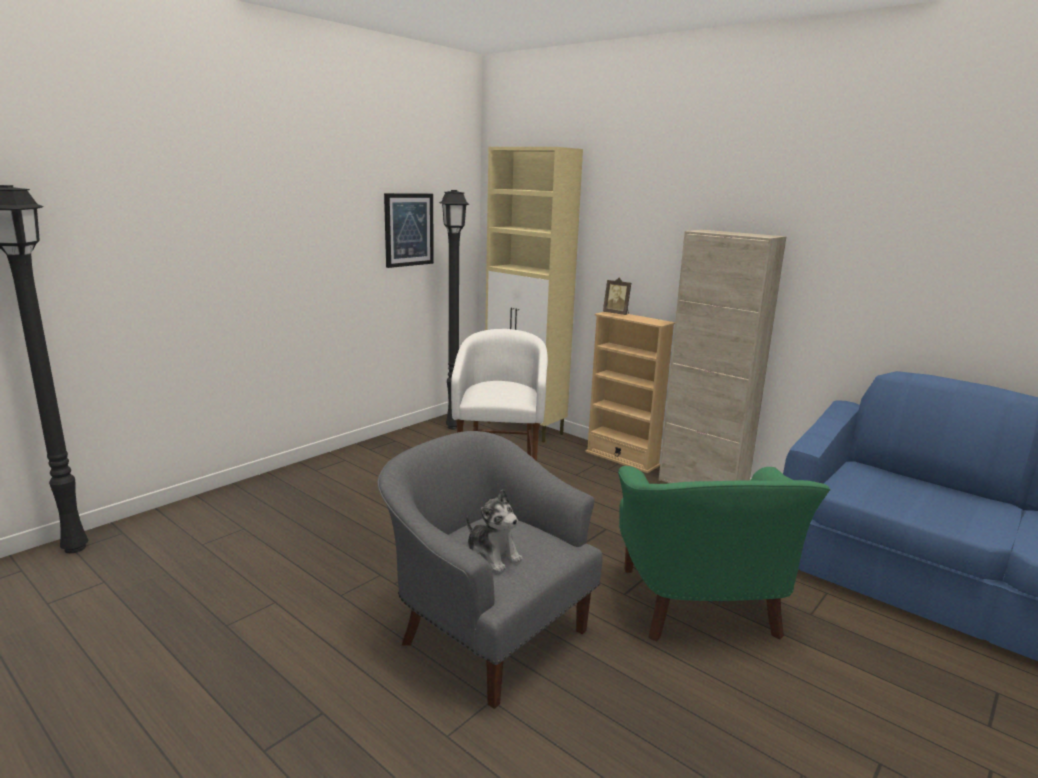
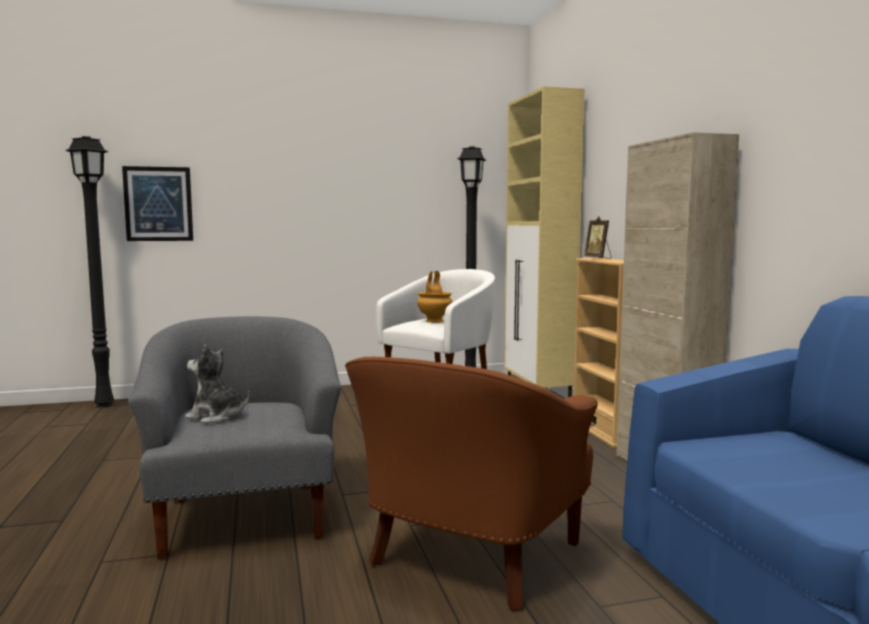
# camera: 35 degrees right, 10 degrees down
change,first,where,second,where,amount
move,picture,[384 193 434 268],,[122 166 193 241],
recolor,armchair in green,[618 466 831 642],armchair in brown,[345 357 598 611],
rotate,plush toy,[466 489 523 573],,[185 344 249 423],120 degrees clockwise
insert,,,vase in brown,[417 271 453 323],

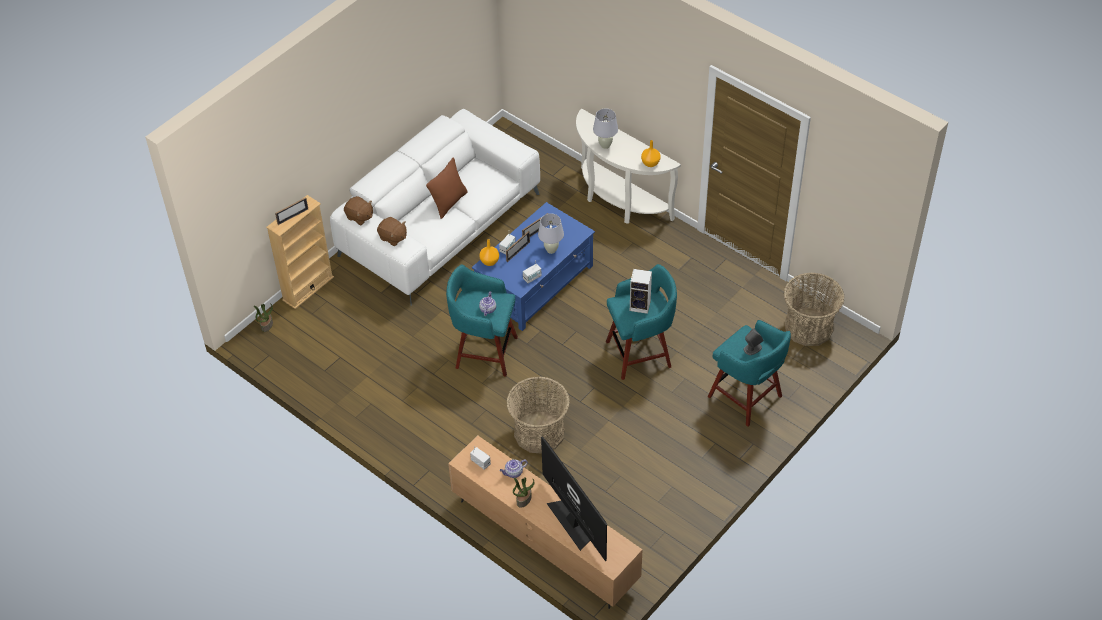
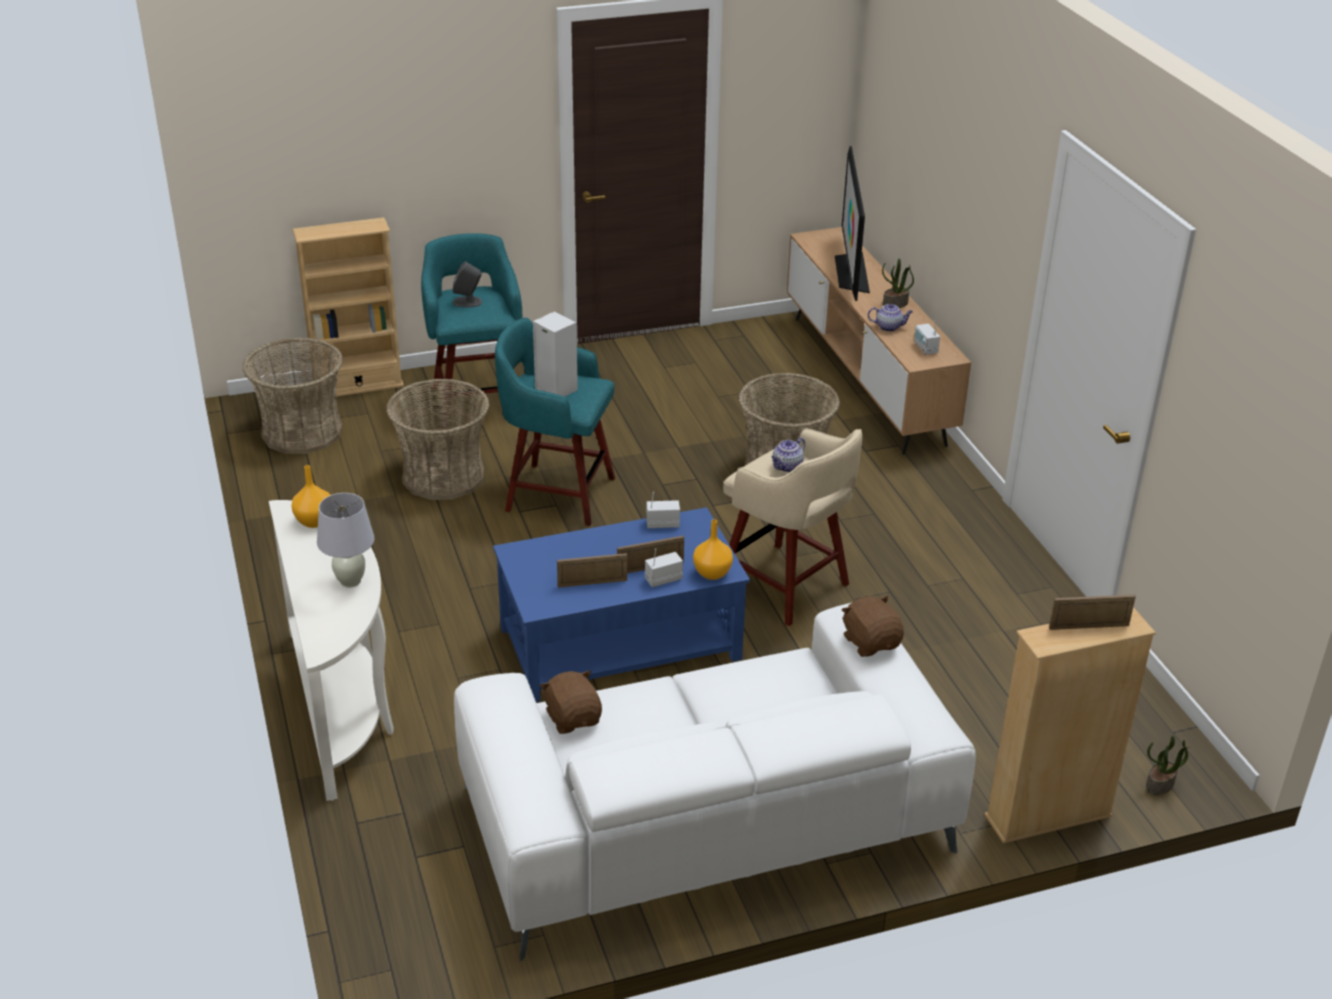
# camera: 150 degrees left, 15 degrees down
change,first,where,second,where,amount
delete,pillow in brown,[426 157 468 219],,,
move,plush toy in brown,[344 196 373 225],,[540 670 602 734],
delete,table lamp in white,[538 214 564 254],,,
recolor,stool in turquoise,[446 264 518 377],stool in beige,[723 428 862 626],
insert,,,bookcase in beige,[292 217 404 400],
insert,,,basket,[386 379 490 500],

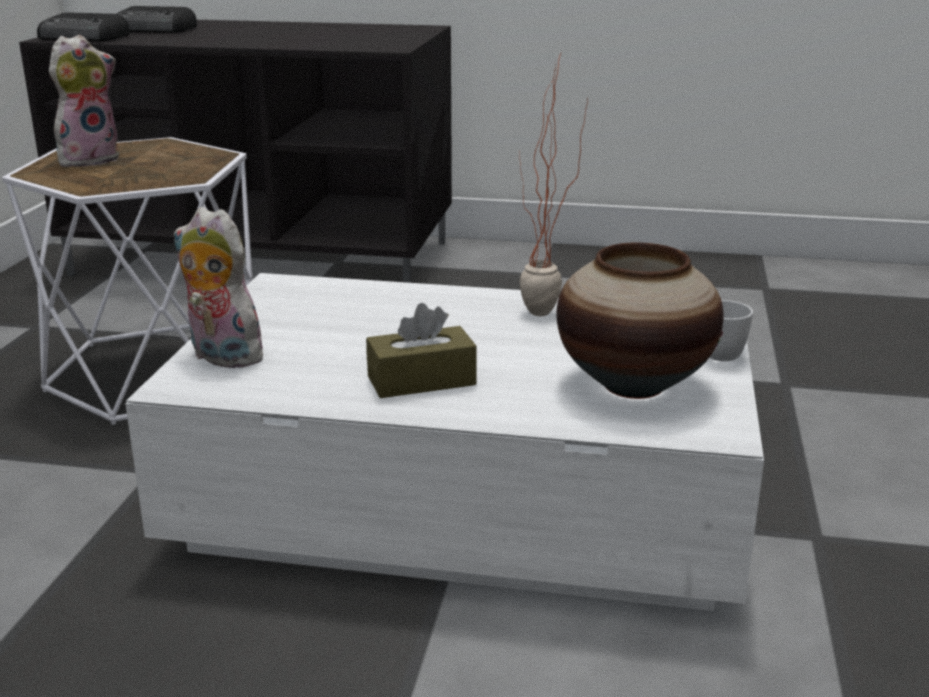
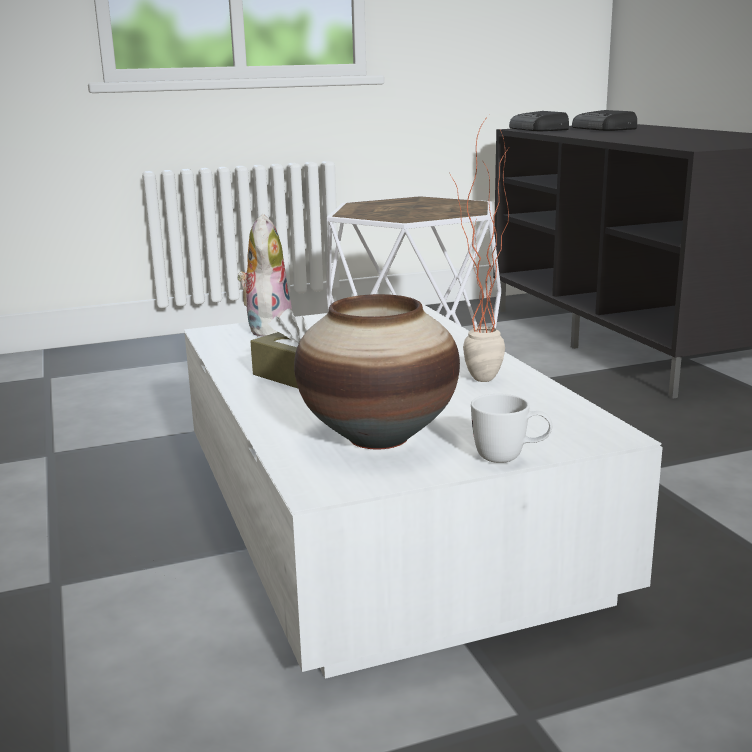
# camera: 60 degrees right, 5 degrees down
change,first,where,second,where,amount
delete,plush toy,[49 35 119 167],,,

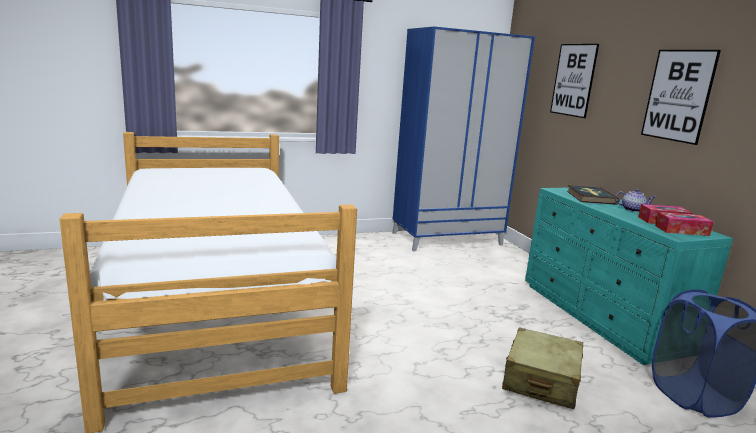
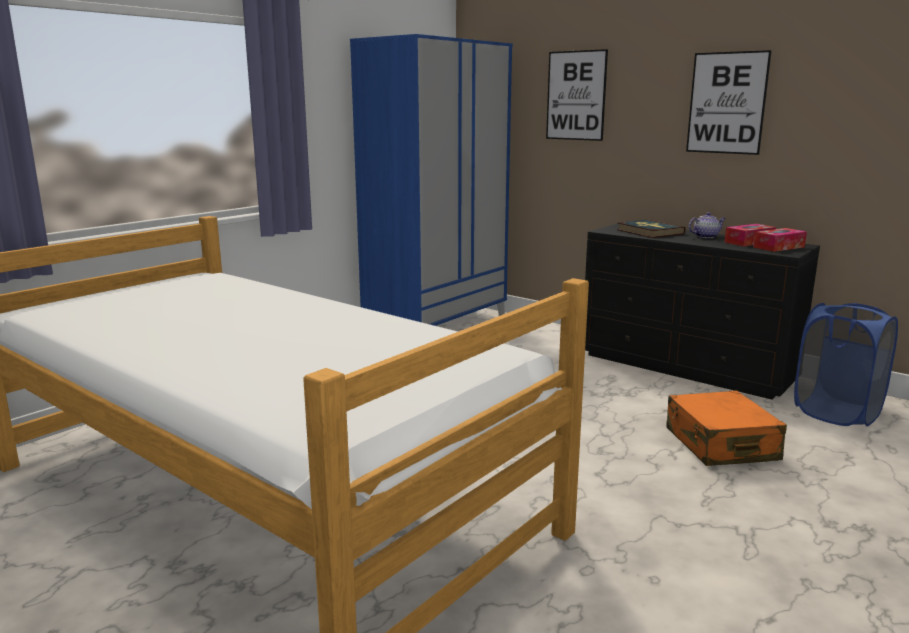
# camera: 30 degrees left, 0 degrees up
change,first,where,second,where,amount
recolor,dresser in turquoise,[525 187 733 365],dresser in black,[585 223 820 400],
recolor,suitcase in beige,[502 327 583 409],suitcase in orange,[666 391 787 466],

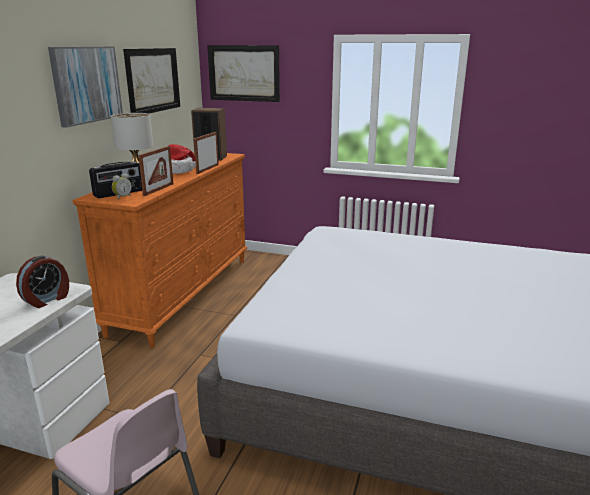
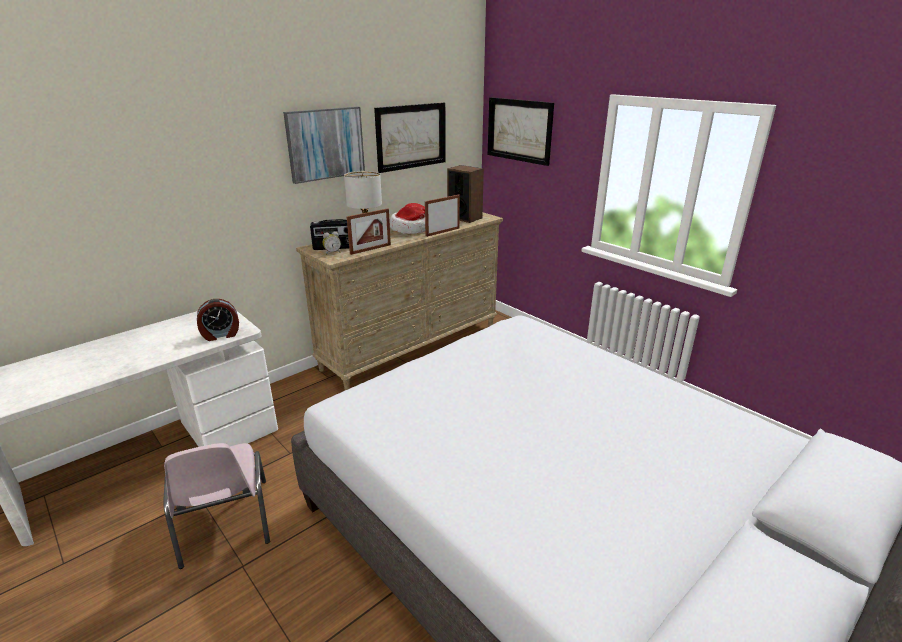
# camera: 30 degrees right, 5 degrees up
change,first,where,second,where,amount
recolor,dresser in orange,[73 153 247 348],dresser in beige,[296 212 503 390],

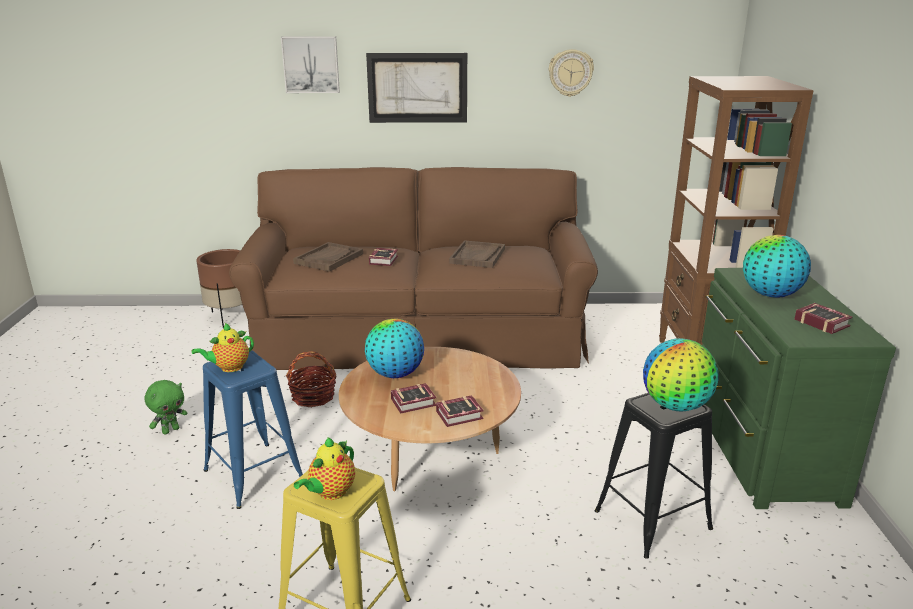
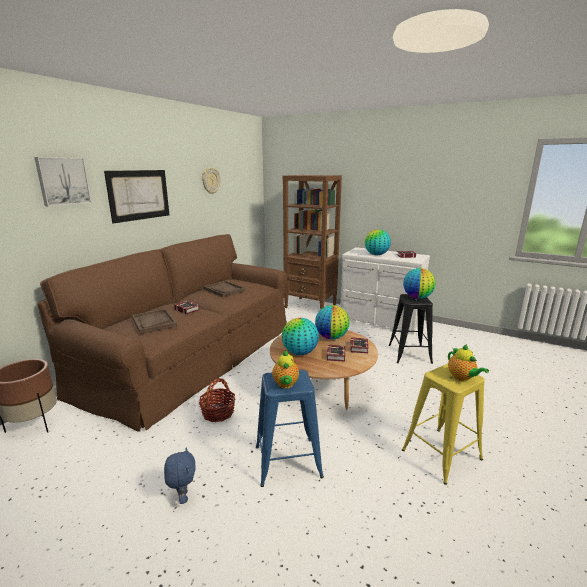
# camera: 60 degrees left, 5 degrees down
change,first,where,second,where,amount
recolor,dresser in green,[702 268 896 509],dresser in white,[340 247 430 335],
recolor,plush toy in green,[144 380 188 435],plush toy in blue,[164 448 196 504],
insert,,,globe,[315 305 350 340],

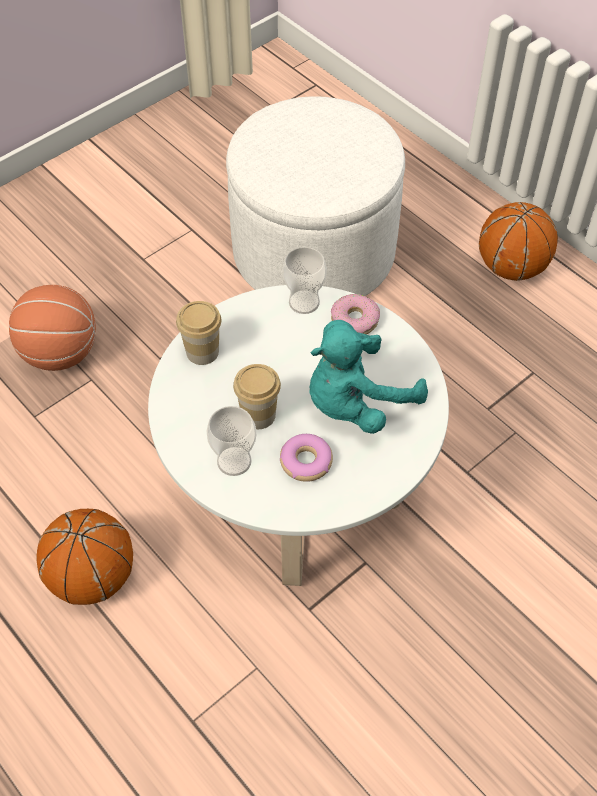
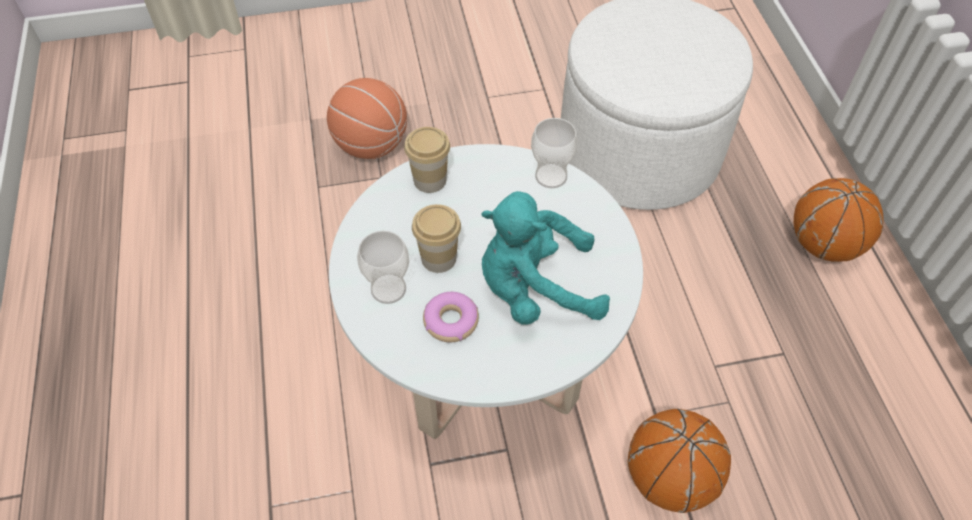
# camera: 30 degrees right, 0 degrees up
change,first,where,second,where,amount
delete,donut,[331 294 380 334],,,
move,basketball,[36 509 133 605],,[628 409 731 513],

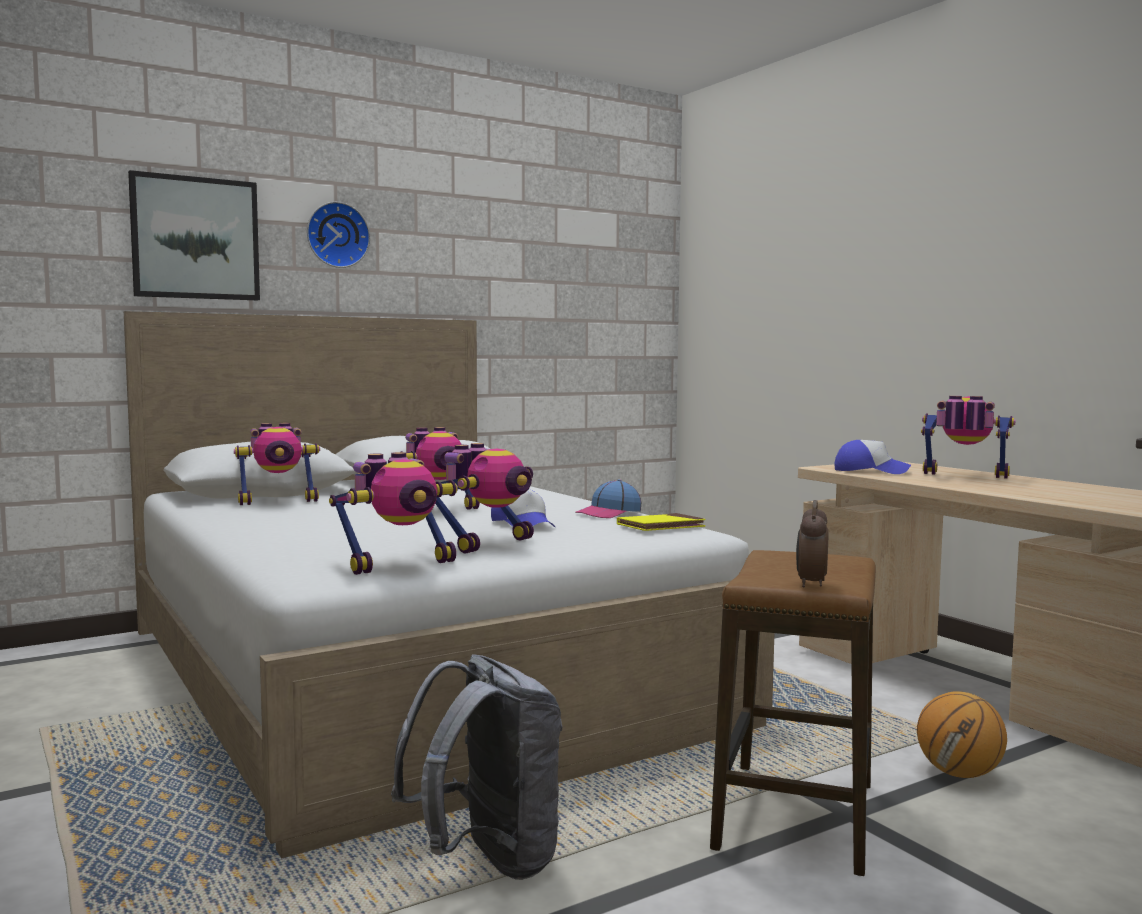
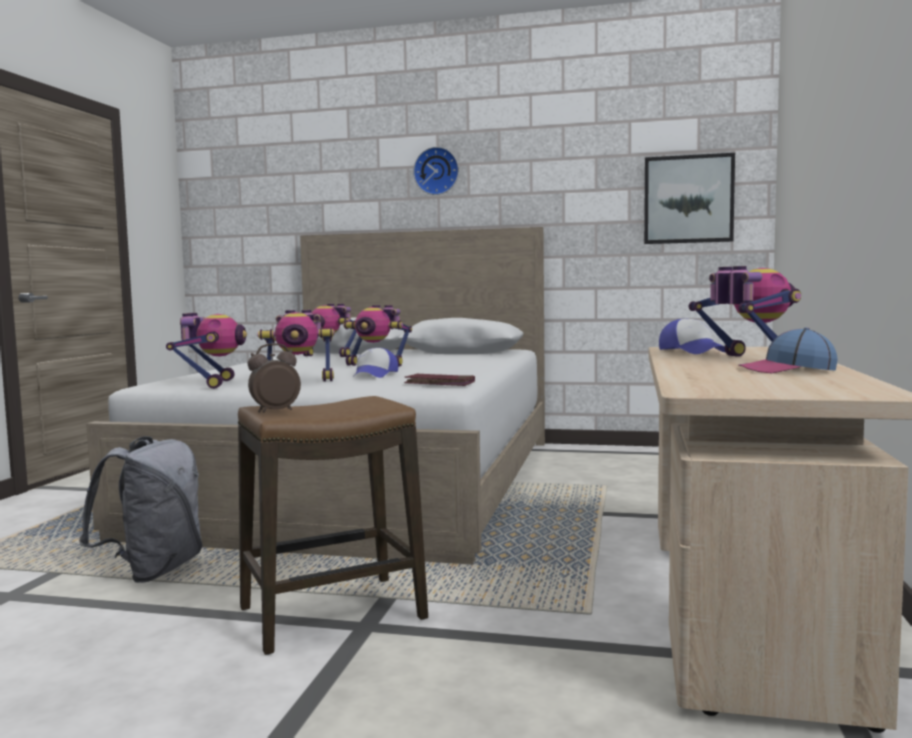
# camera: 45 degrees right, 0 degrees up
change,first,where,second,where,amount
move,picture,[128 170 260 300],,[644 153 735 244],
rotate,toy robot,[329 452 458 575],,[166 313 247 389],105 degrees counterclockwise
move,cap,[575 479 641 518],,[738 328 838 373],
recolor,book in yellow,[617 513 706 531],book in red,[404 374 475 386],
delete,basketball,[917 691 1007 778],,,

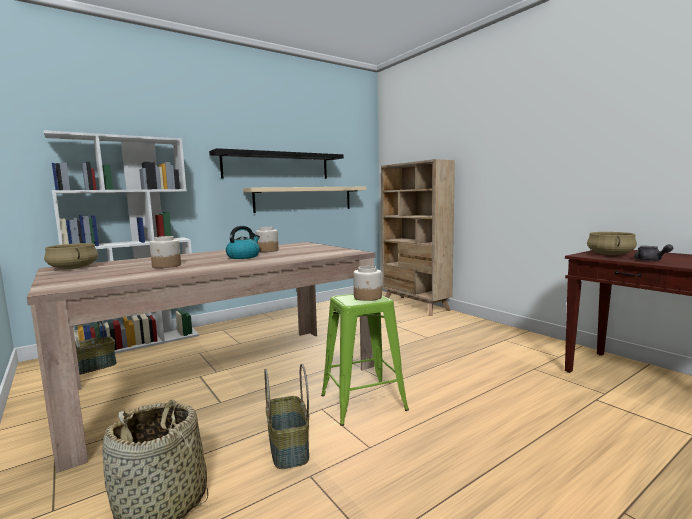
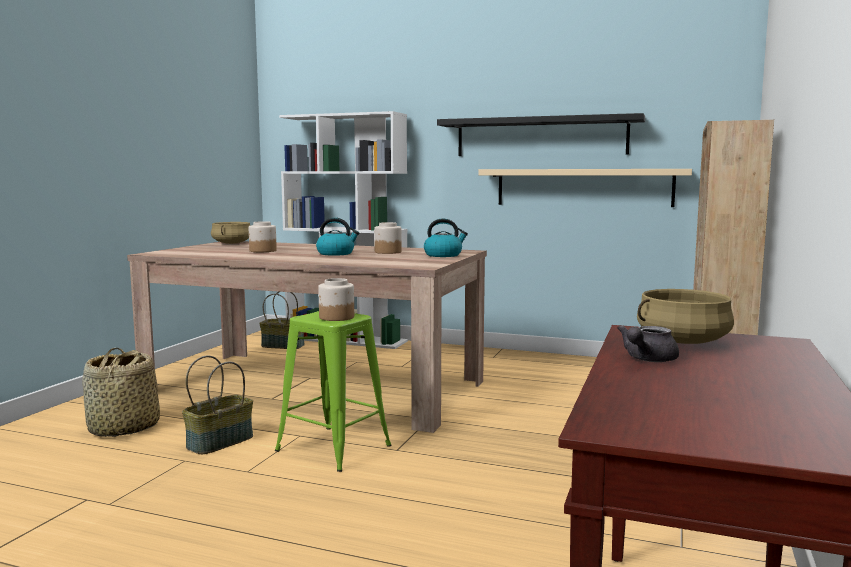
# camera: 55 degrees right, 0 degrees up
change,first,where,second,where,amount
insert,,,kettle,[424 219 468 257],

